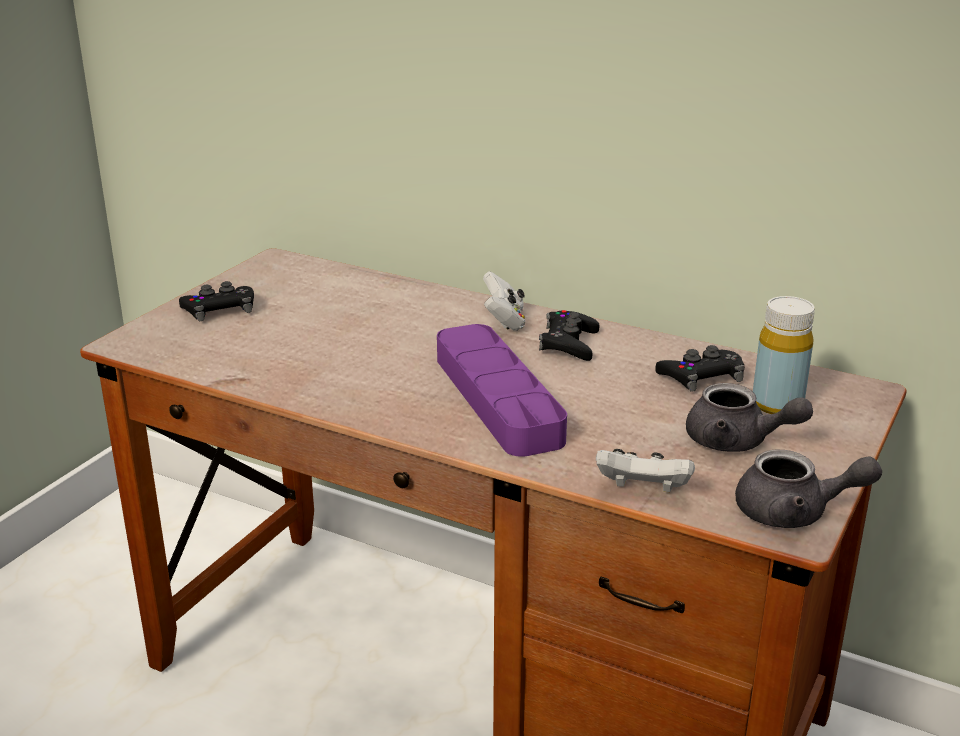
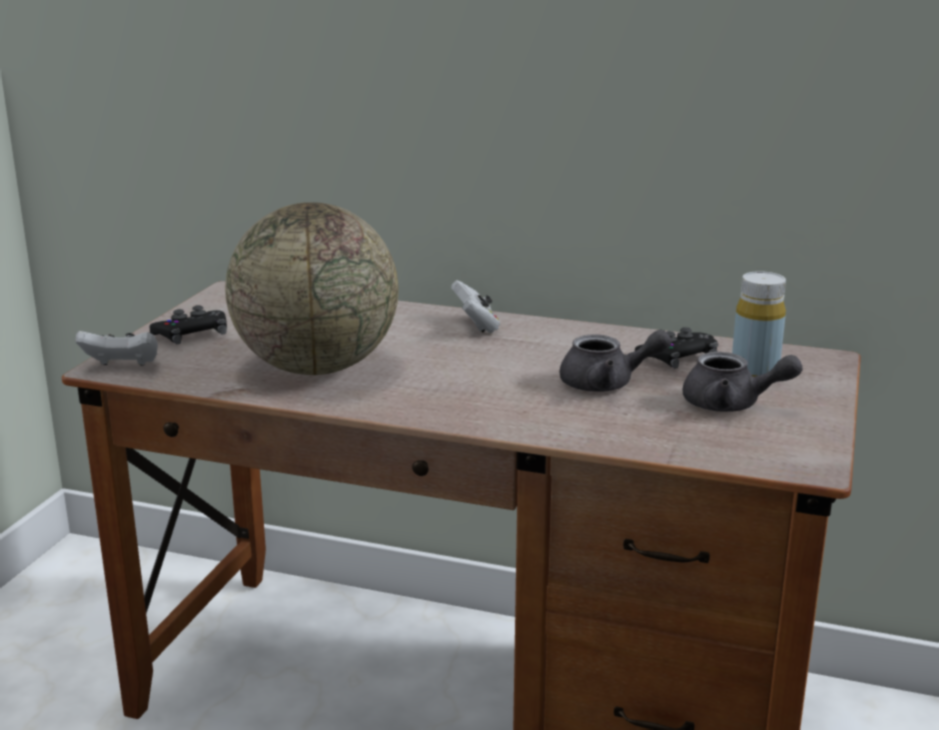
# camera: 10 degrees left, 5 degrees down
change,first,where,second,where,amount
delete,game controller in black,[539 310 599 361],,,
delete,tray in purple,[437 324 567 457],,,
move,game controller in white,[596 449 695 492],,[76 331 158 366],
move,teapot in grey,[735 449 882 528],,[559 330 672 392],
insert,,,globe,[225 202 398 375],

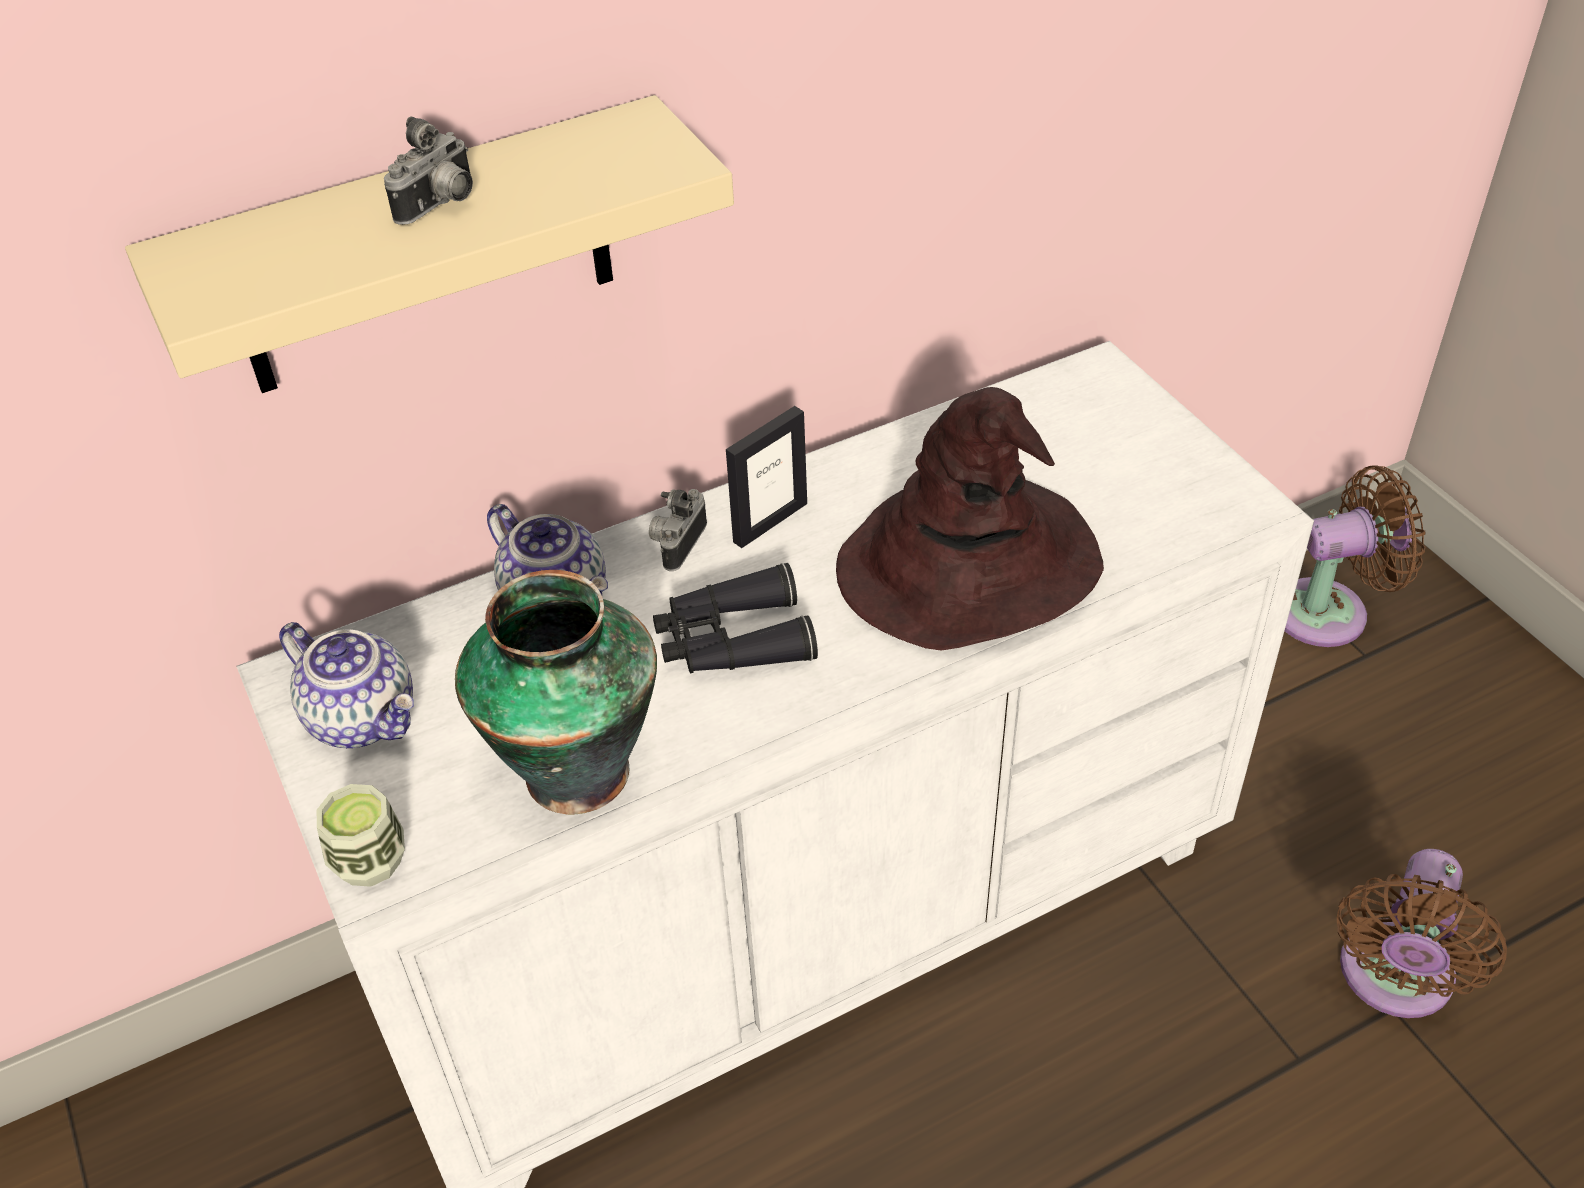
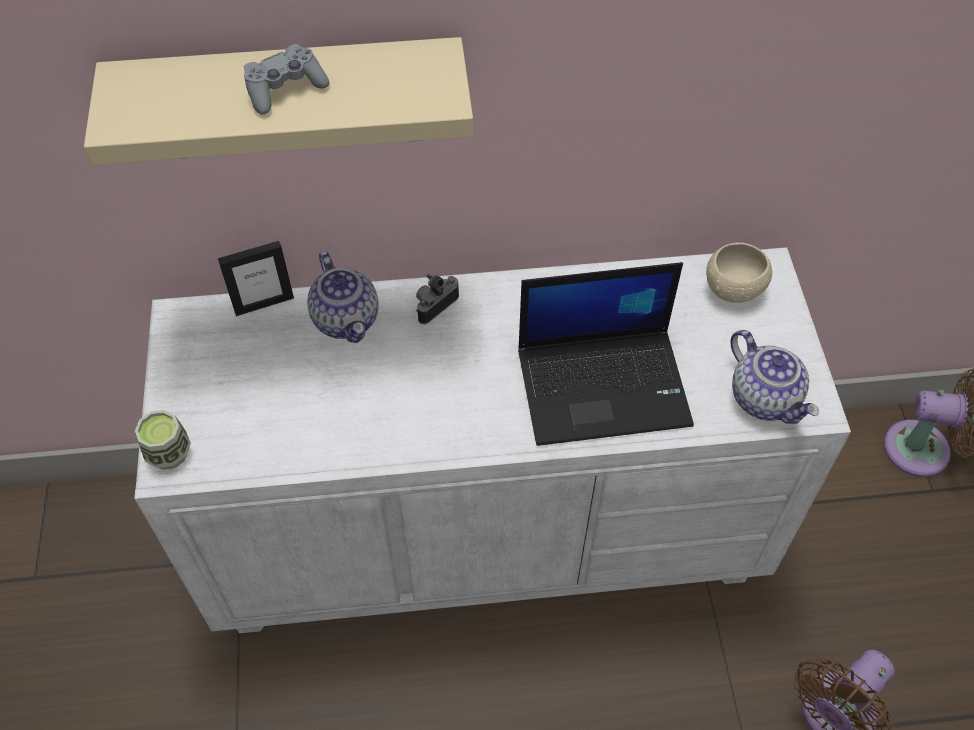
# camera: 20 degrees right, 10 degrees up
change,first,where,second,where,amount
replace,photo camera,[384 116 473 225],game controller in grey,[244 44 330 115],
replace,hat in brown,[836 387 1104 651],laptop,[518 262 694 446],
move,picture frame,[726 406 807 548],,[218 241 294 316],
delete,binoculars in black,[653 563 818 673],,,
delete,vase,[455 570 657 815],,,
move,teapot,[279 622 414 748],,[730 330 819 424],
insert,,,bowl in beige,[706 242 772 303],

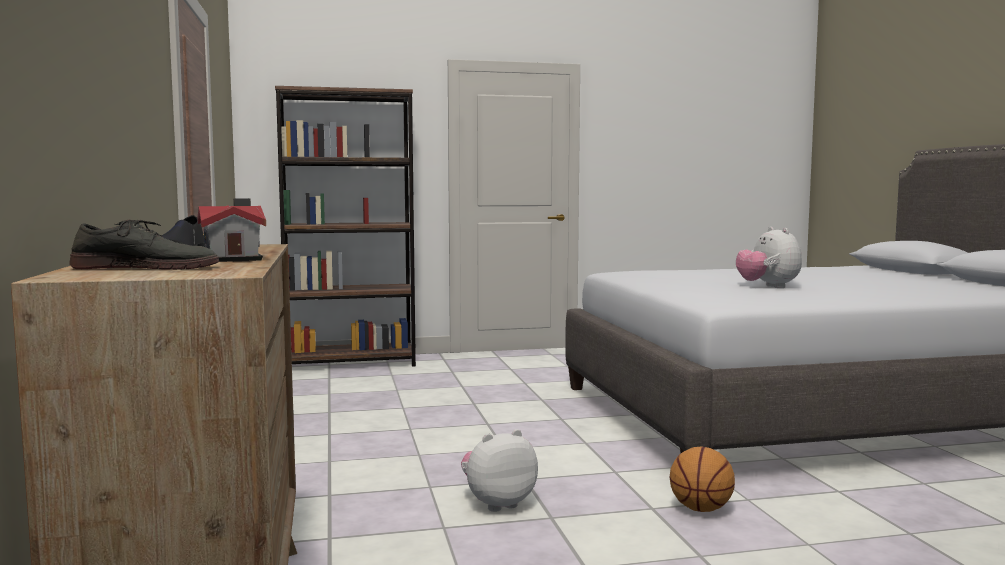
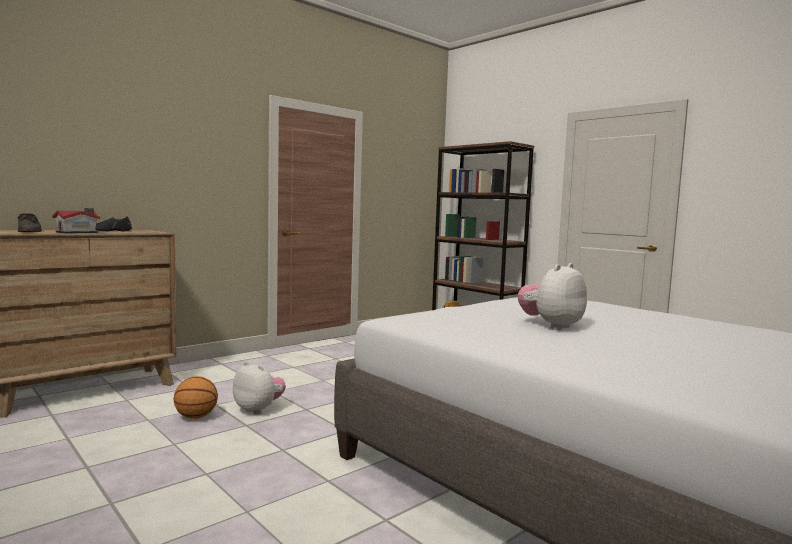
# camera: 60 degrees right, 0 degrees up
change,first,where,second,where,amount
move,basketball,[670 446 735 512],,[173 376 218 419],

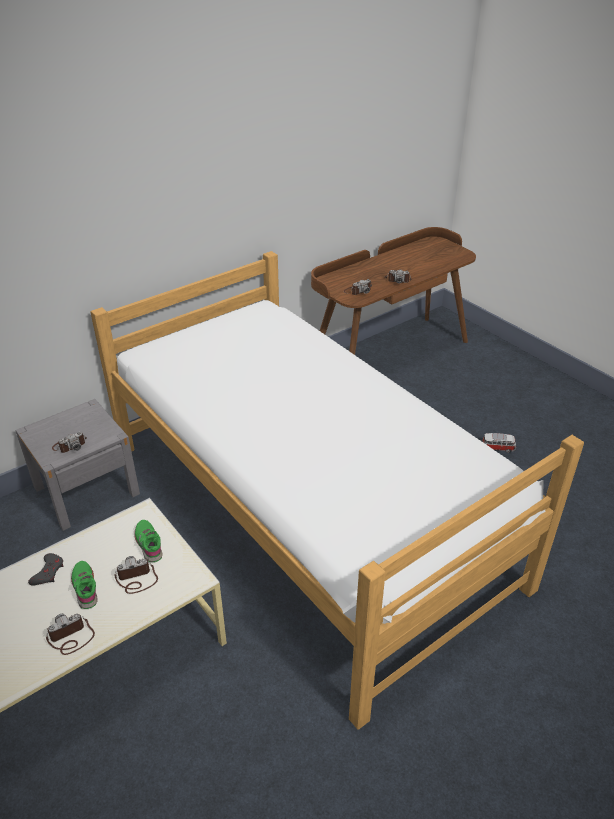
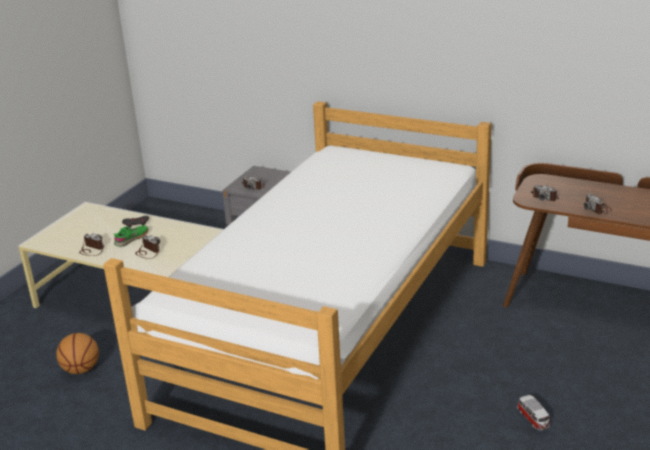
# camera: 65 degrees right, 10 degrees down
change,first,where,second,where,amount
delete,shoe in green,[134 520 163 562],,,
insert,,,basketball,[56 333 99 374],

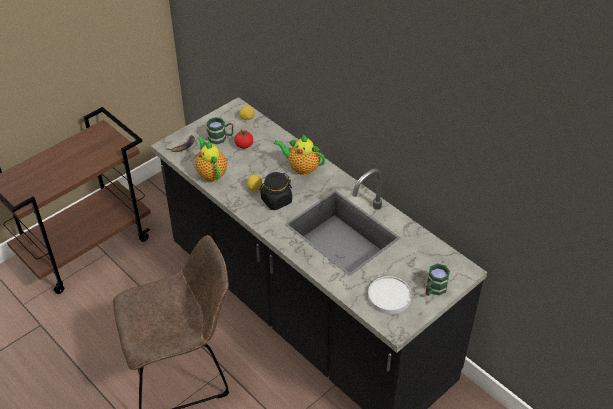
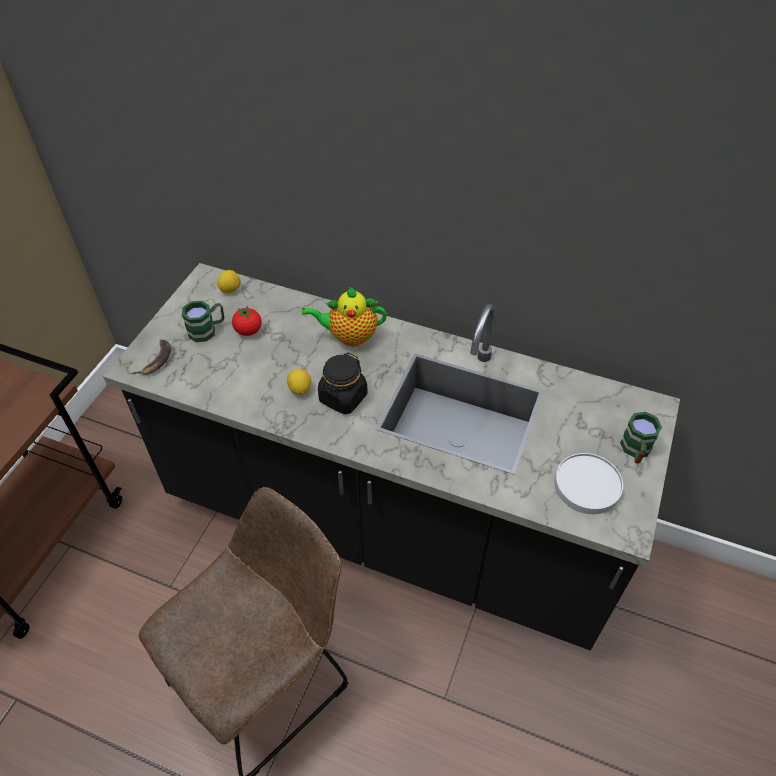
# camera: 25 degrees left, 5 degrees up
change,first,where,second,where,amount
delete,teapot,[195 136 227 182],,,

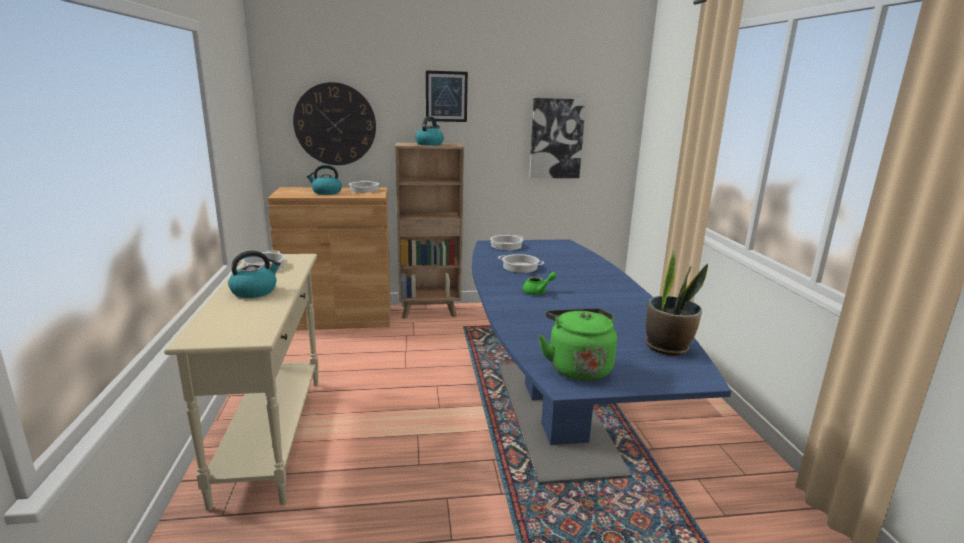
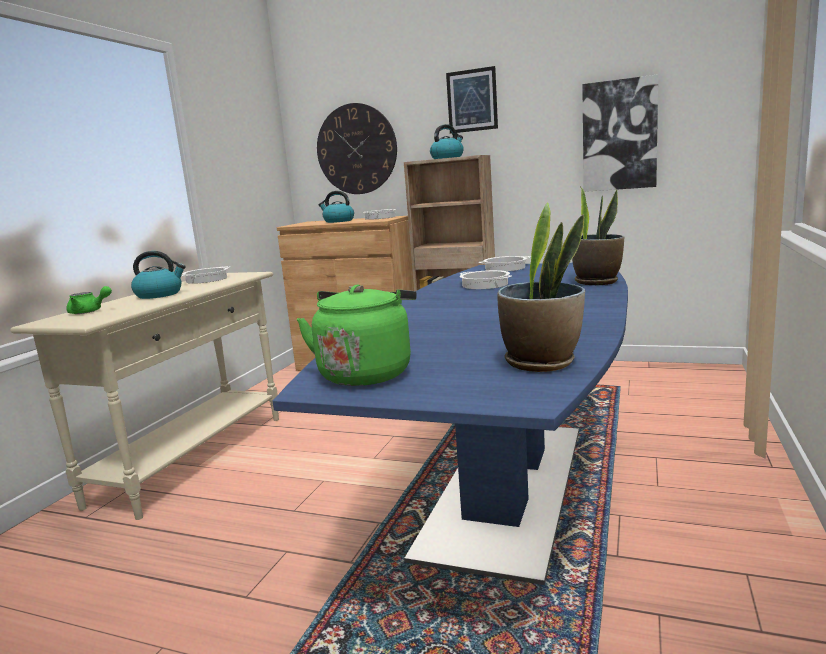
# camera: 30 degrees right, 5 degrees down
change,first,where,second,where,amount
move,teapot in green,[523 272 557 295],,[66 286 112 314],
insert,,,potted plant,[572 186 624 285],

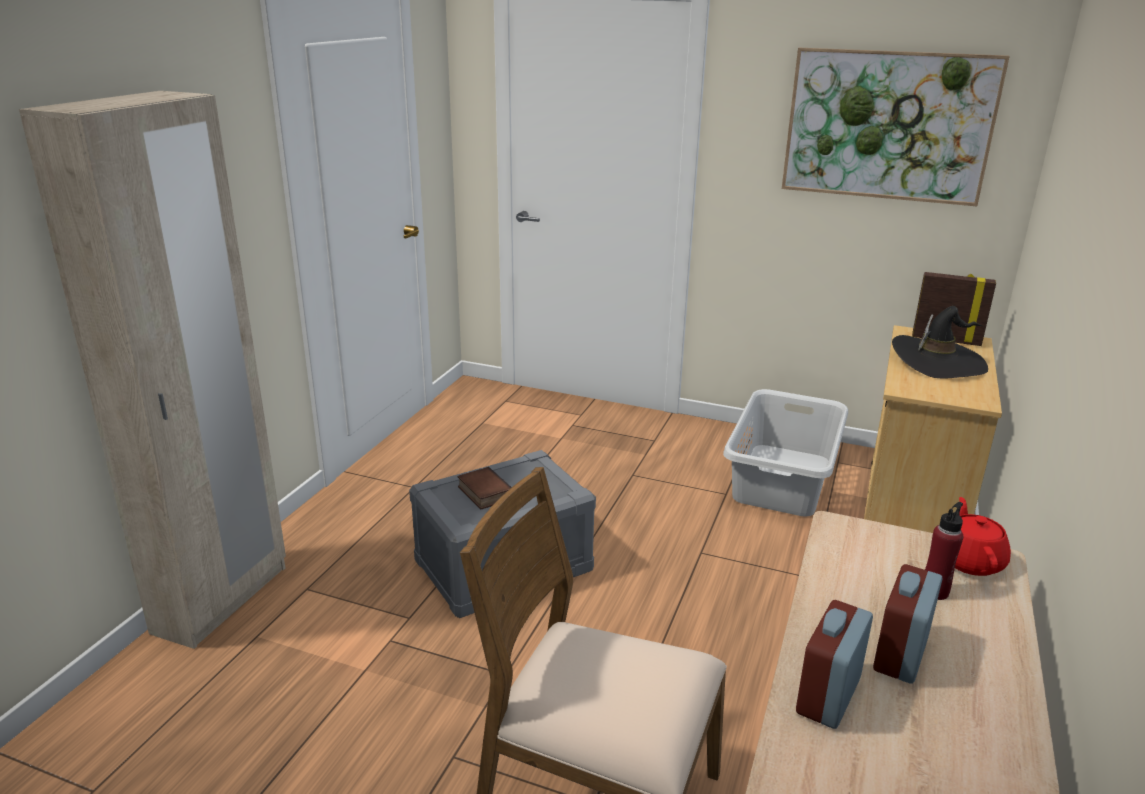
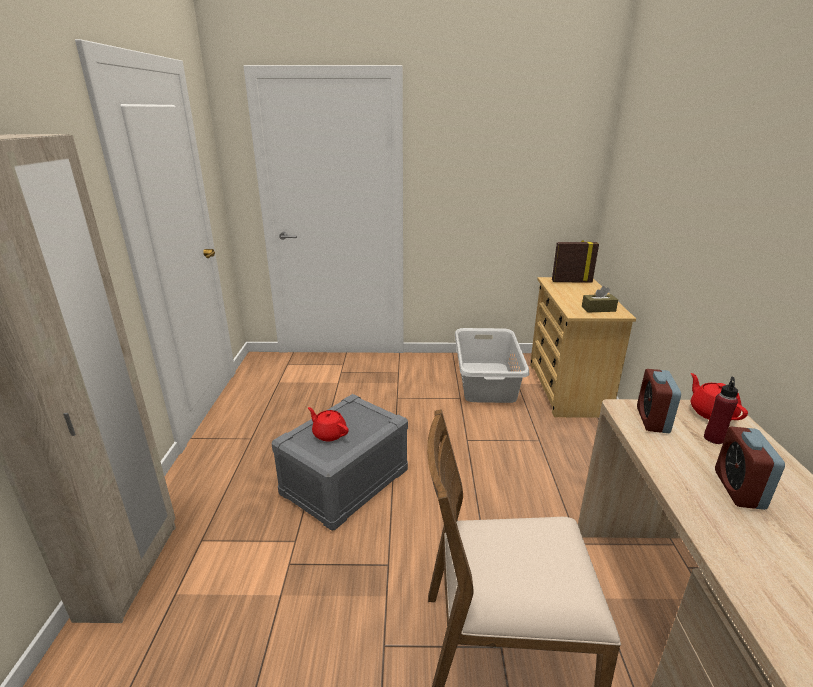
# camera: 20 degrees left, 0 degrees up
change,first,where,second,where,amount
delete,picture,[782 48 1010 206],,,
delete,hat in black,[892 306 988 378],,,
replace,book,[458 467 512 509],teapot in red,[308 407 349 441],
move,alarm clock,[796 600 873 729],,[637 369 681 433],
insert,,,tissue box in brown,[582 286 618 312],

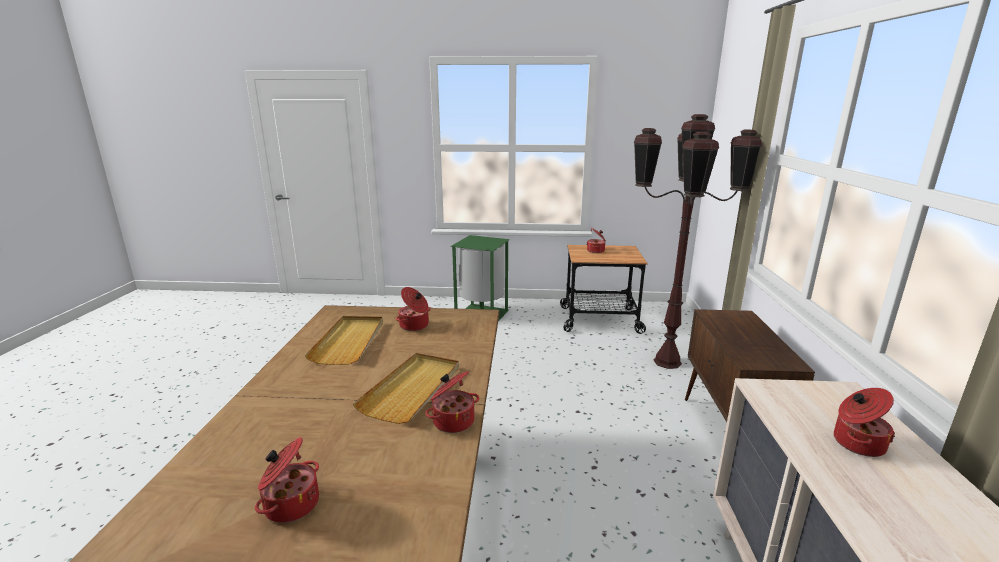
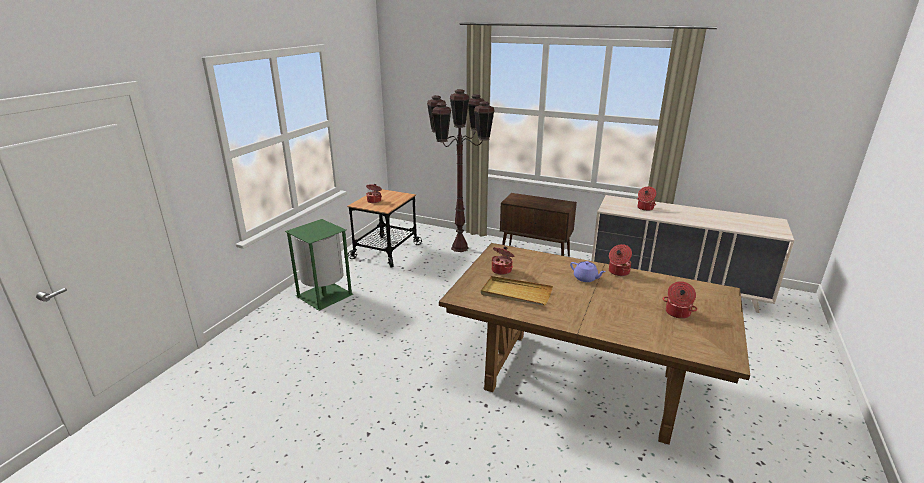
# camera: 70 degrees left, 5 degrees up
change,first,where,second,where,amount
replace,tray in beige,[353 353 459 424],teapot in purple,[570 261 606 282],

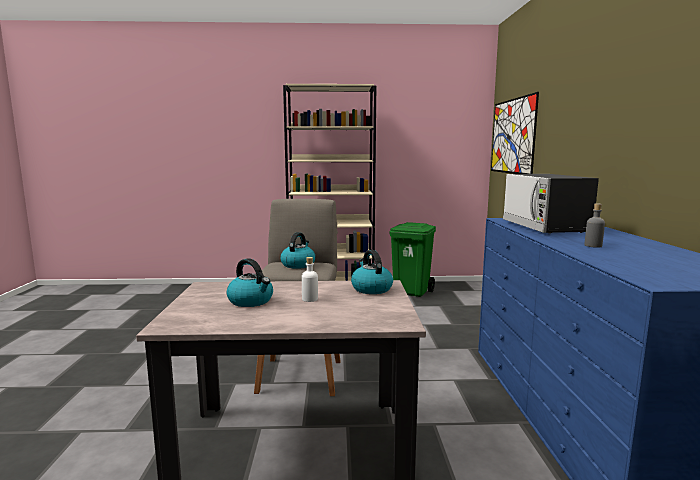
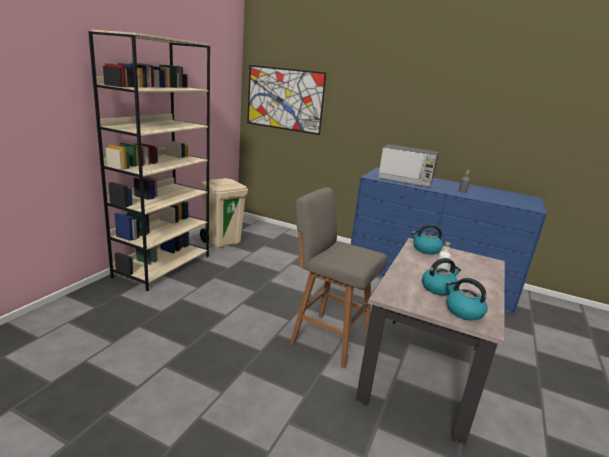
# camera: 65 degrees left, 10 degrees up
change,first,where,second,where,amount
recolor,trash can in green,[389 222 436 297],trash can in beige,[200 178 248 248],
move,kettle,[280 232 315 269],,[446 278 487 321],

